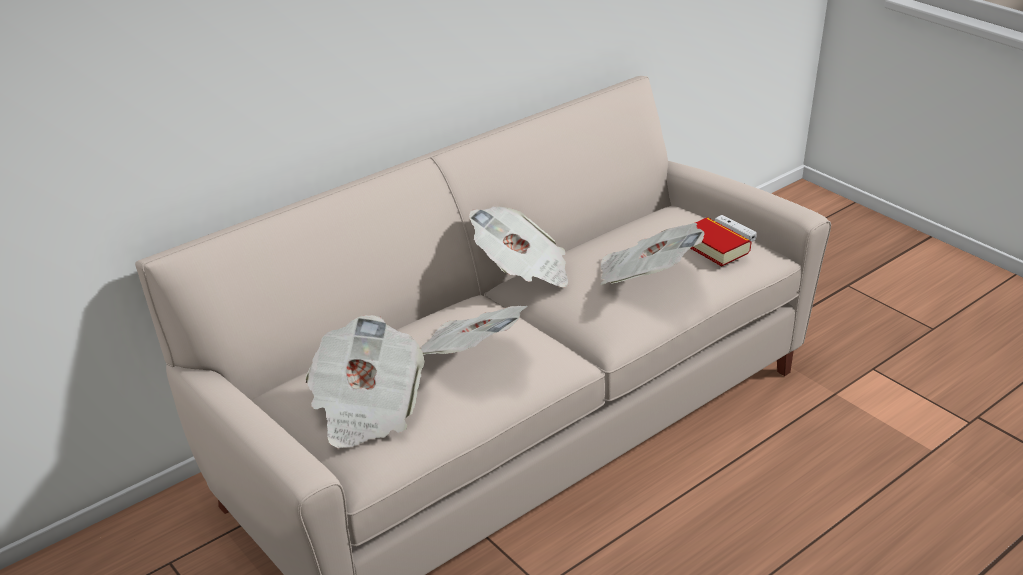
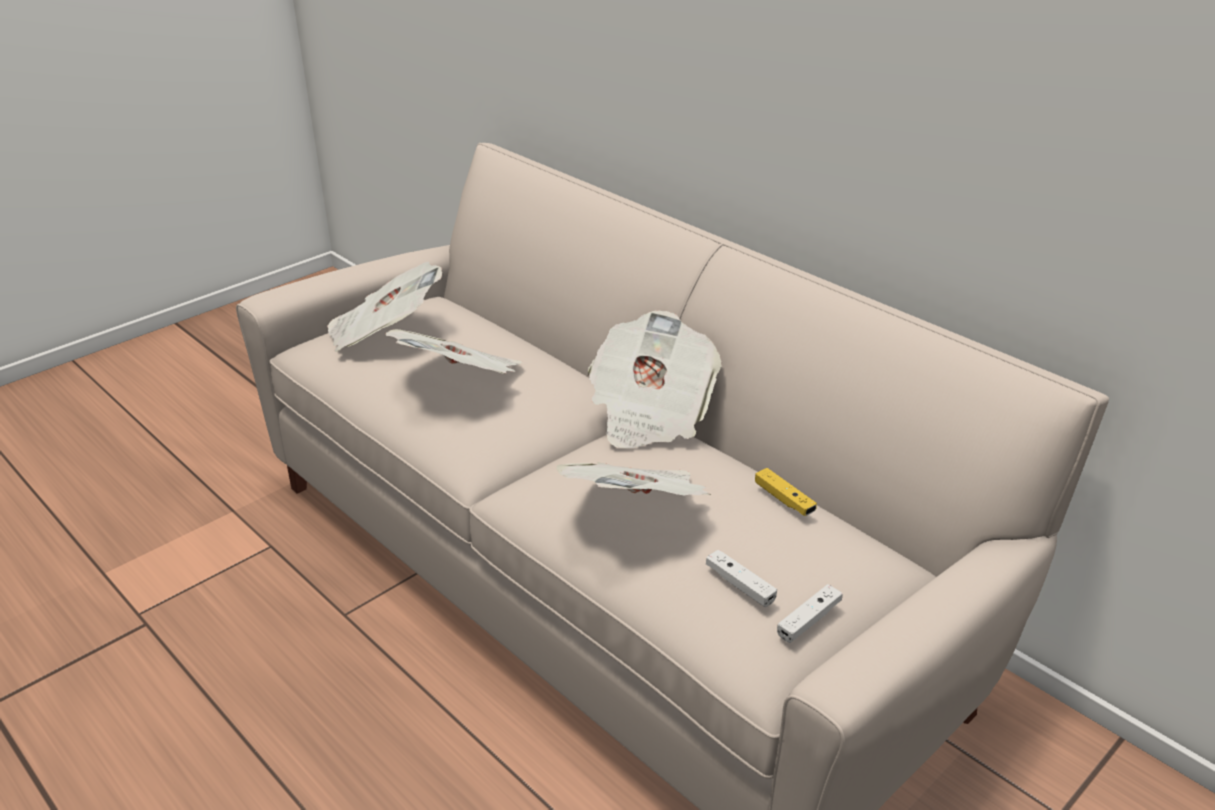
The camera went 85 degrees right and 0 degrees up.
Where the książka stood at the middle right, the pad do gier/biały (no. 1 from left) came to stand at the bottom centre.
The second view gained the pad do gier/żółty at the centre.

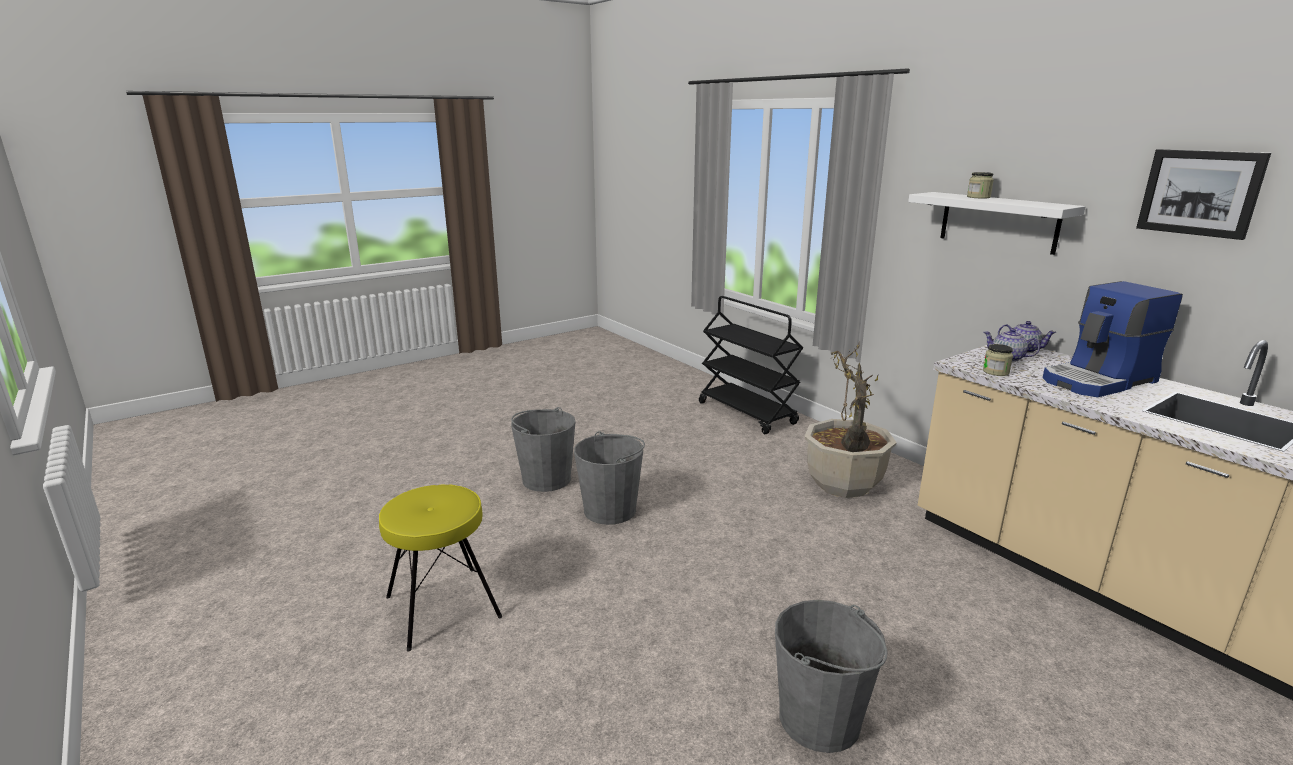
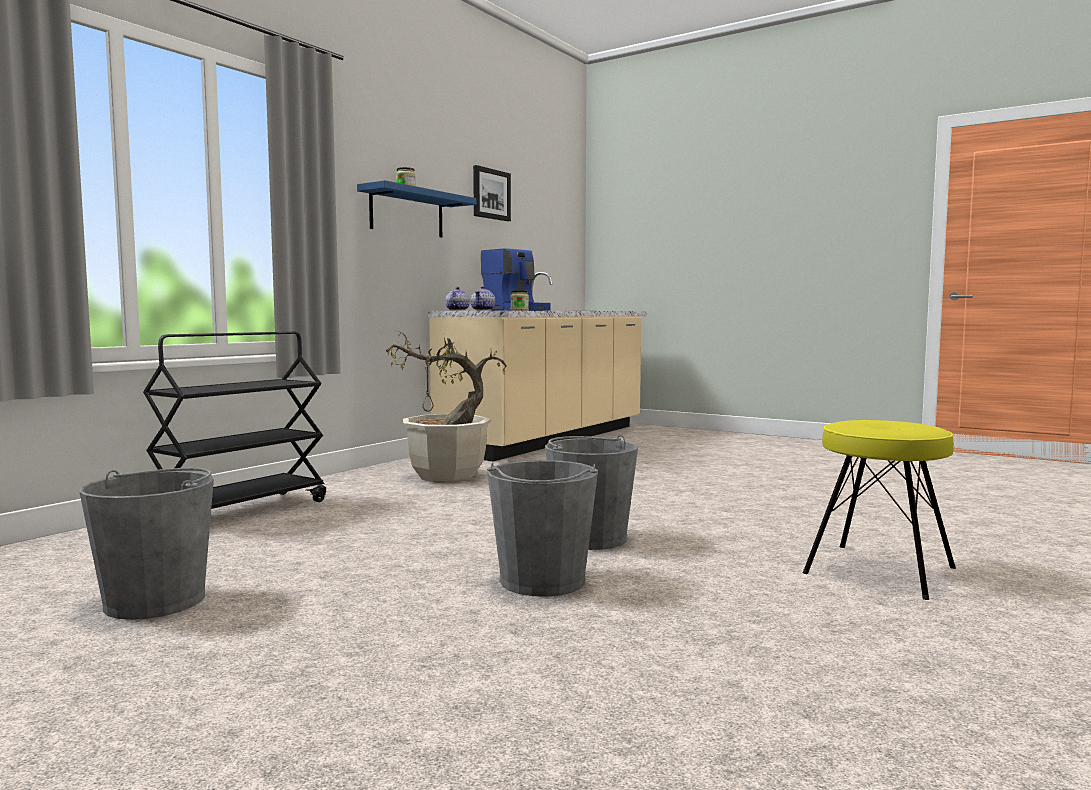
The camera went 110 degrees left and 15 degrees down.
What was the półka/biały at the top right turned into the półka/niebieski at the top centre.
The wiadro/szary (no. 3 from left in the first image) ended up elsewhere, having gone from the bottom centre to the bottom left.

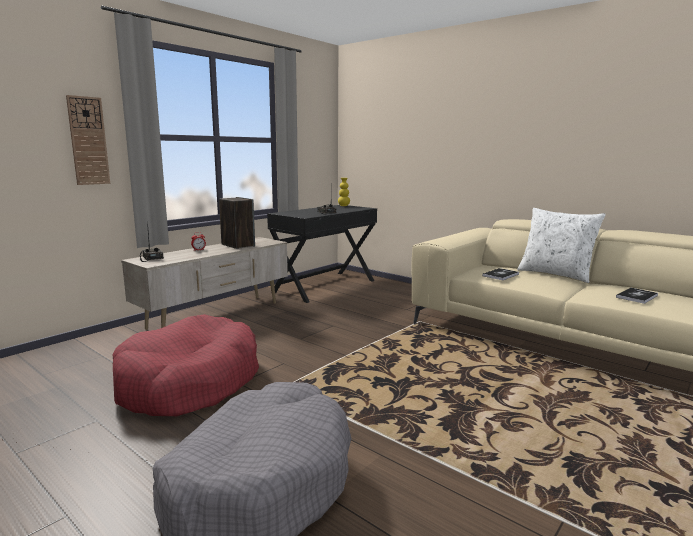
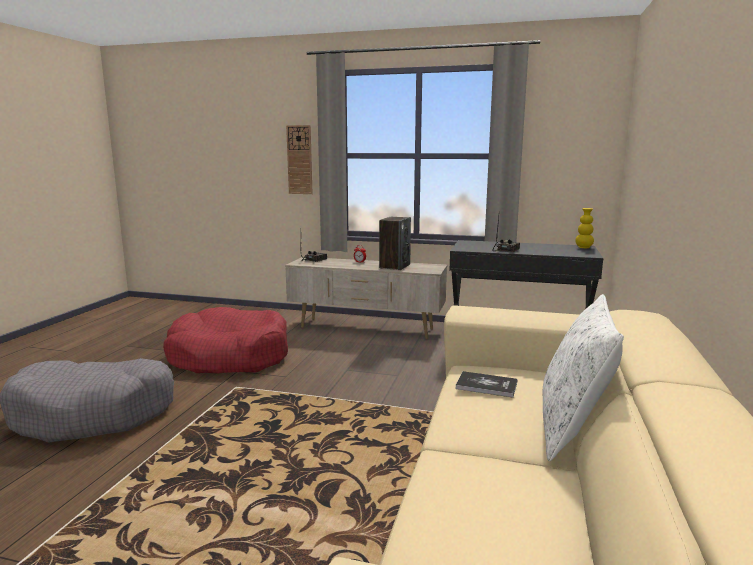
The camera went 65 degrees right and 0 degrees up.
The second view lost the książka (no. 2 from left) at the middle right.

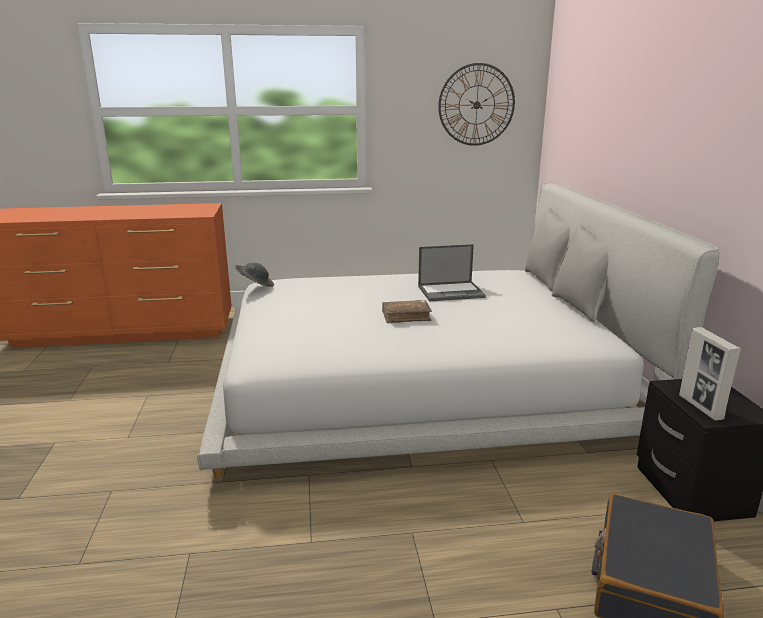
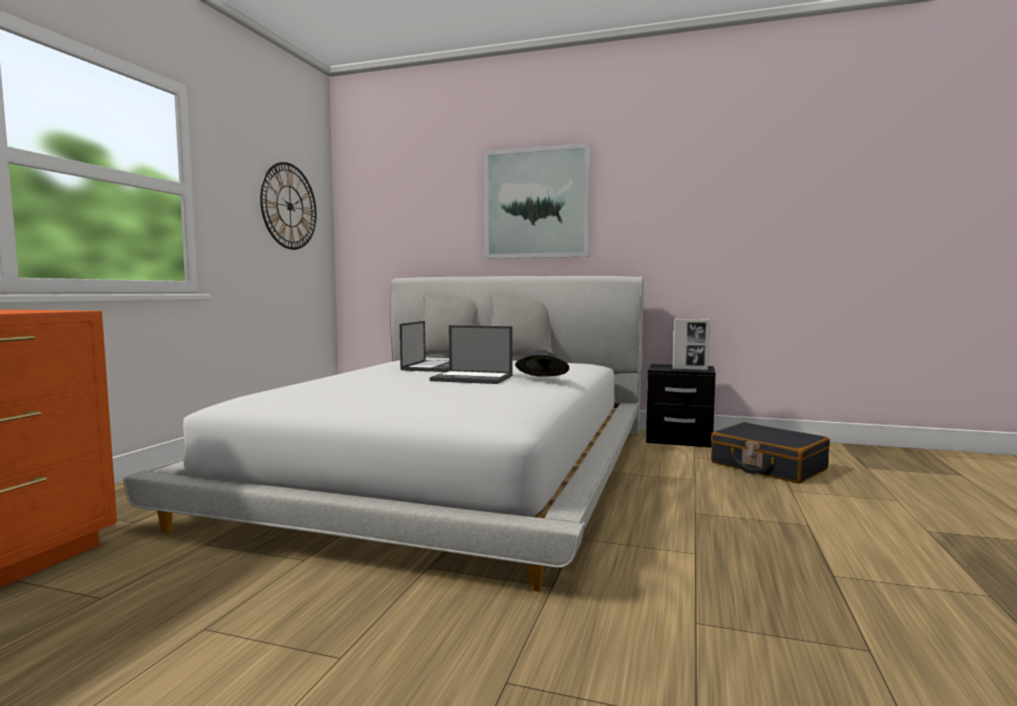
The camera went 65 degrees left and 15 degrees down.
The kapelusz/szary ended up elsewhere, having gone from the middle left to the centre.
Where the książka/brązowy stood at the centre, the laptop (no. 2 from left) came to stand at the centre.
The second view gained the obraz at the top centre.

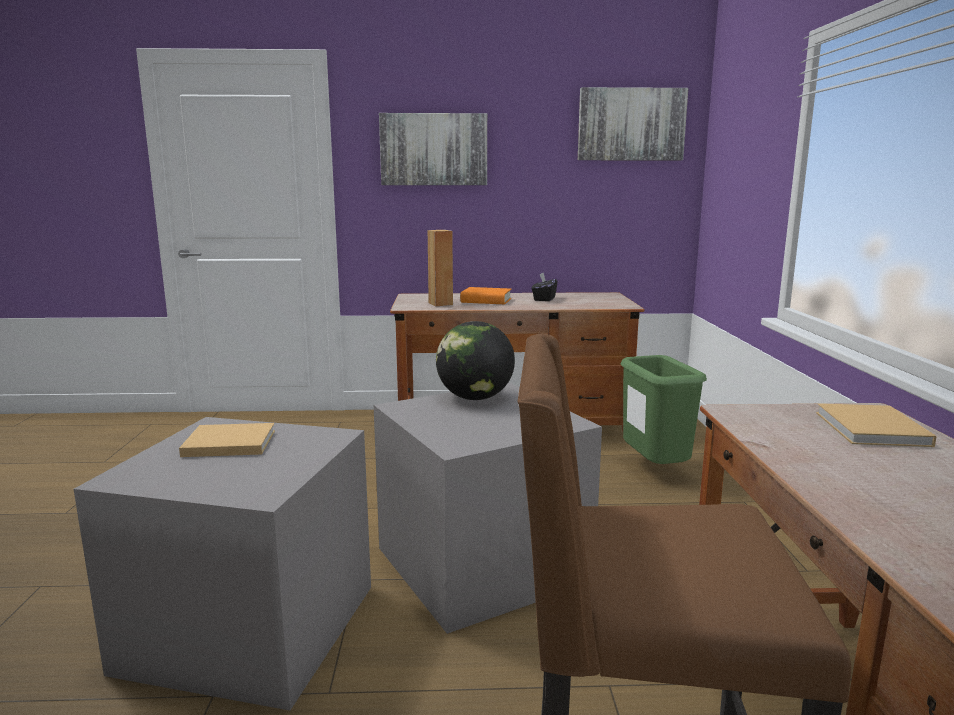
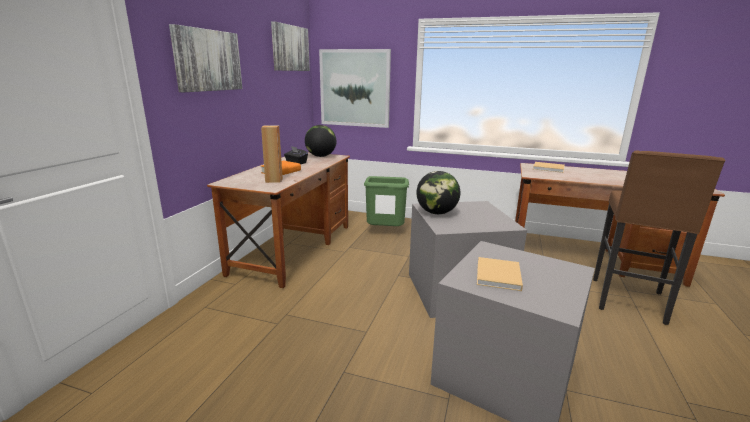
The camera went 70 degrees left and 5 degrees up.
The second view gained the obraz (no. 3 from left) at the top centre.
The second view gained the globus (no. 1 from left) at the centre.

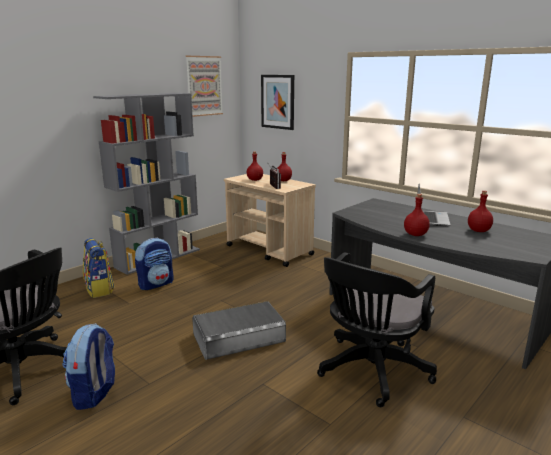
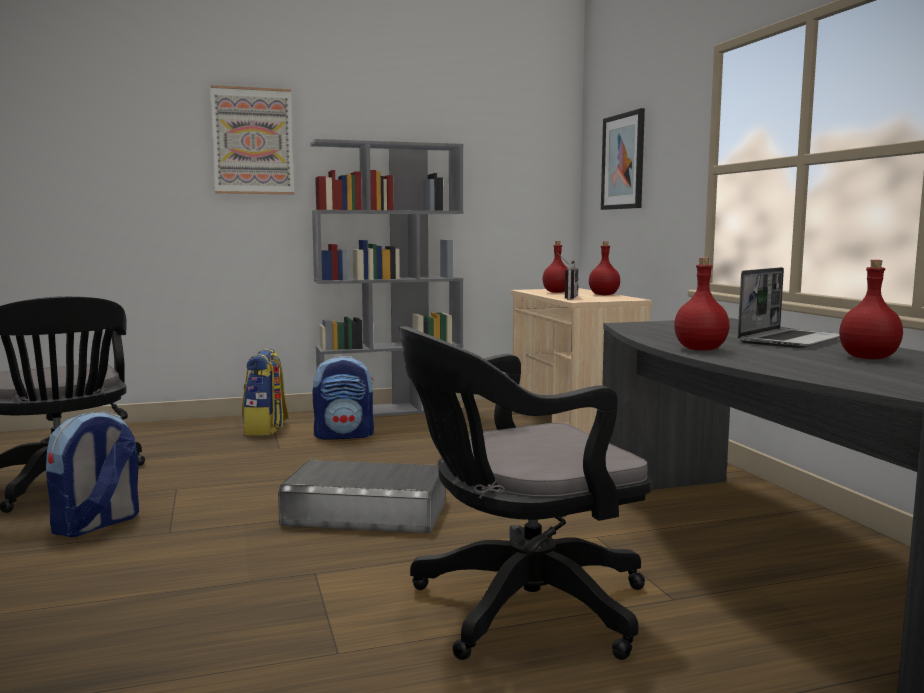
The camera went 30 degrees right and 10 degrees down.
The obraz (no. 1 from left) ended up elsewhere, having gone from the top centre to the top left.

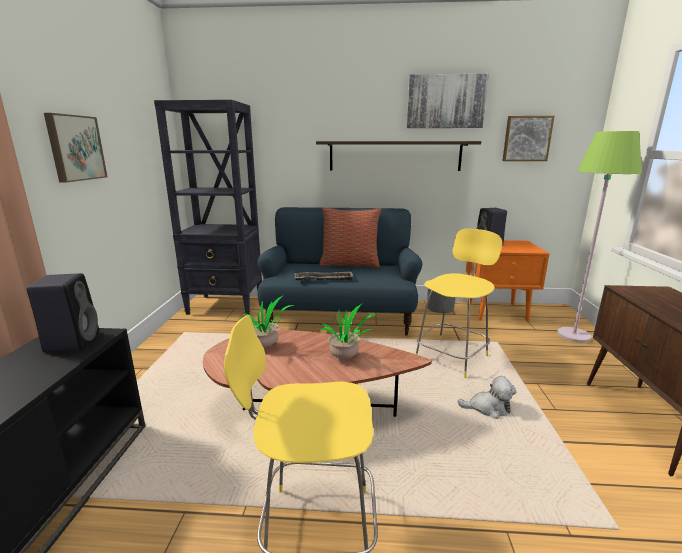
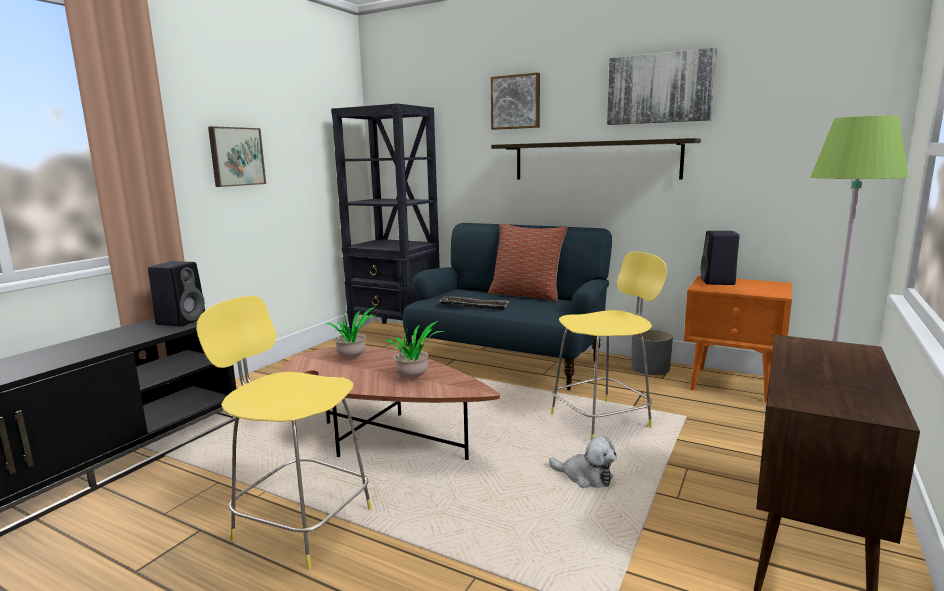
The camera went 25 degrees right and 5 degrees down.
The obraz (no. 3 from left in the first image) ended up elsewhere, having gone from the top right to the top centre.

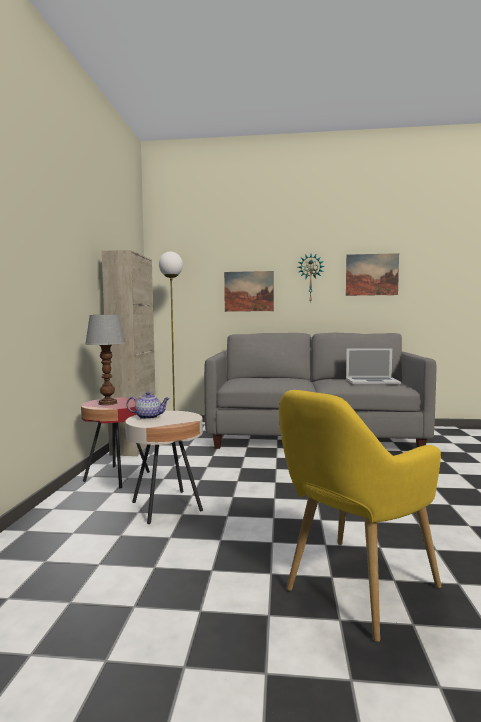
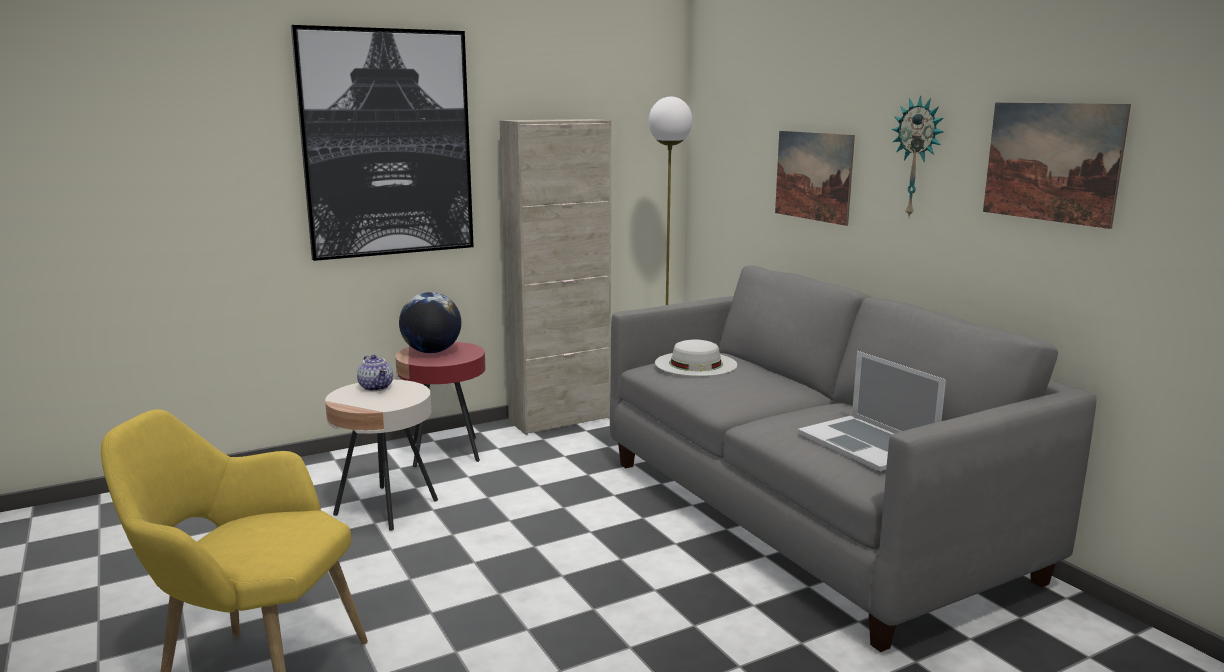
The camera went 55 degrees right and 10 degrees up.
Where the lampa stołowa stood at the middle left, the globus came to stand at the centre.
The second view gained the obraz (no. 1 from left) at the top left.
The second view gained the kapelusz/biały at the centre.

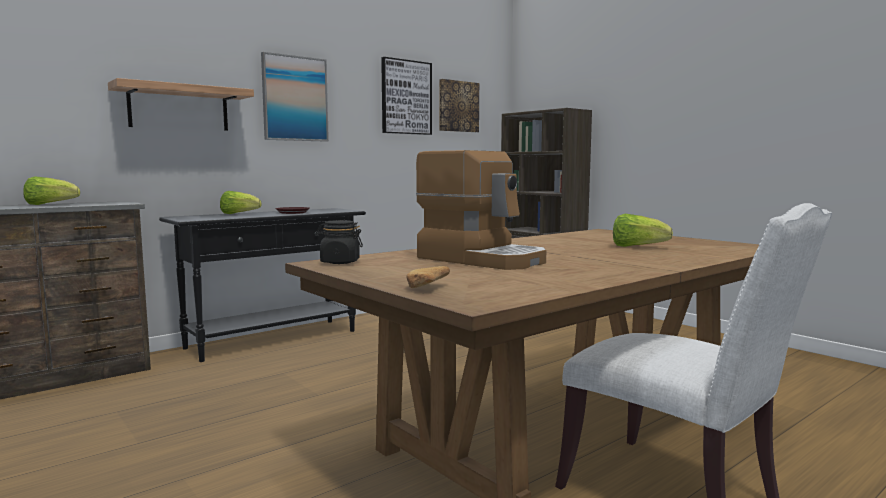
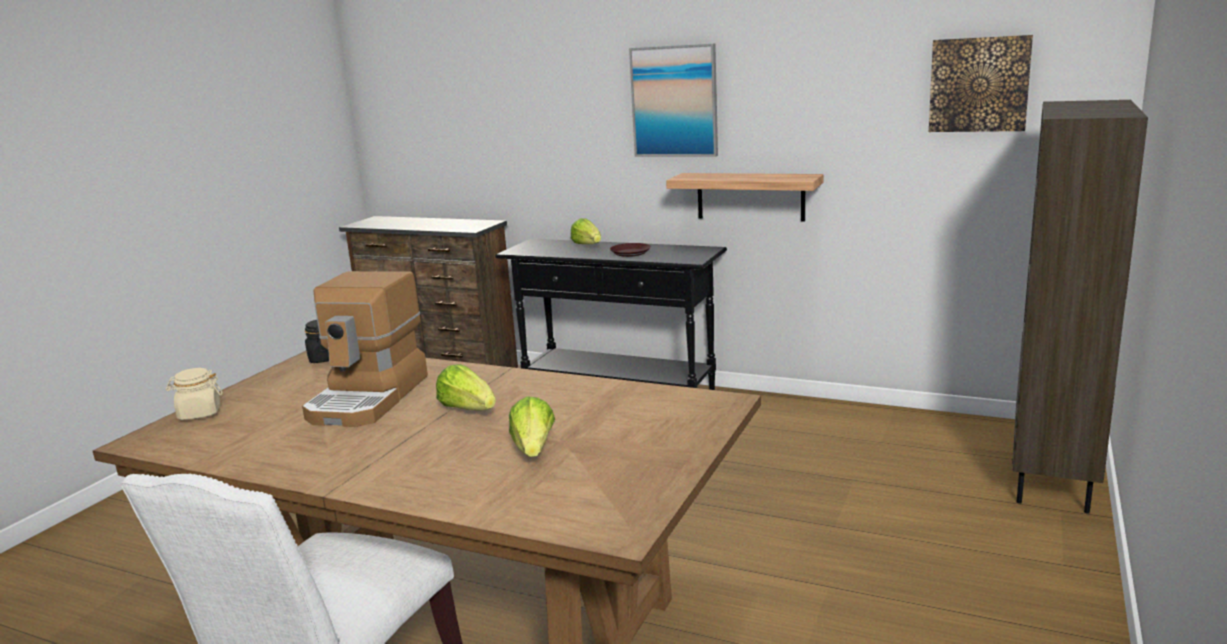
The camera went 65 degrees right and 10 degrees up.
The second view lost the obraz (no. 2 from left) at the top centre.
The półka ended up elsewhere, having gone from the top left to the top centre.
The sałata (no. 1 from left) ended up elsewhere, having gone from the middle left to the centre.
Where the chleb stood at the centre, the słoik/beżowy came to stand at the middle left.

